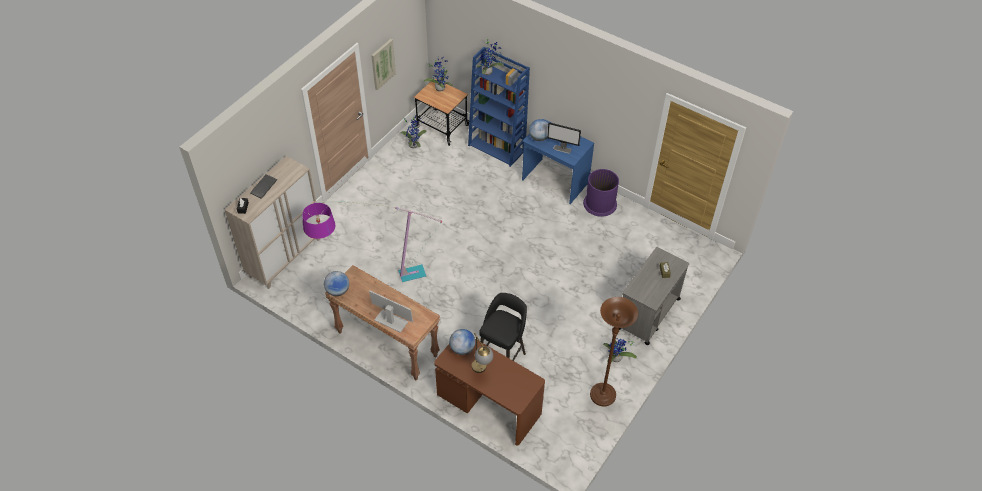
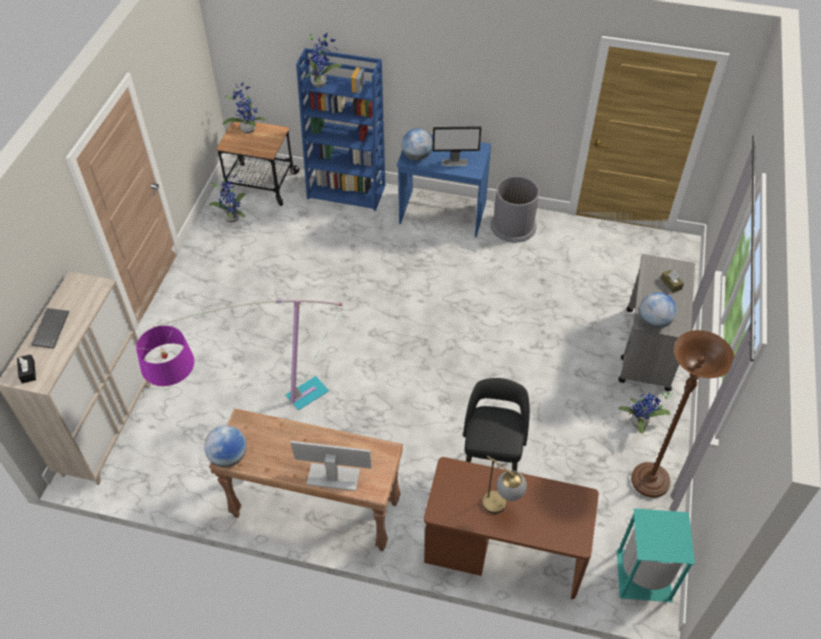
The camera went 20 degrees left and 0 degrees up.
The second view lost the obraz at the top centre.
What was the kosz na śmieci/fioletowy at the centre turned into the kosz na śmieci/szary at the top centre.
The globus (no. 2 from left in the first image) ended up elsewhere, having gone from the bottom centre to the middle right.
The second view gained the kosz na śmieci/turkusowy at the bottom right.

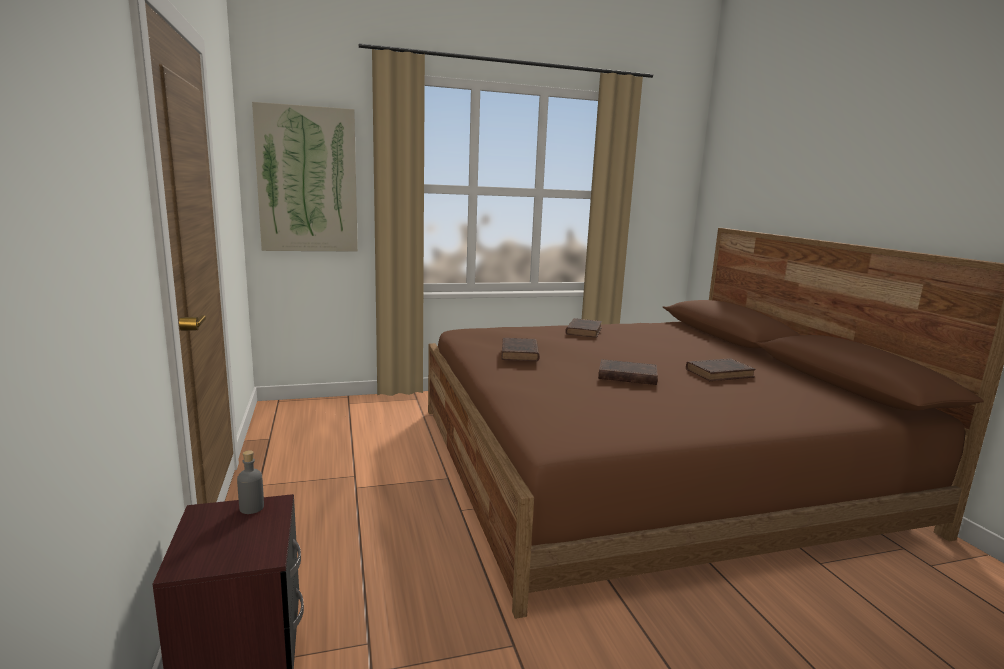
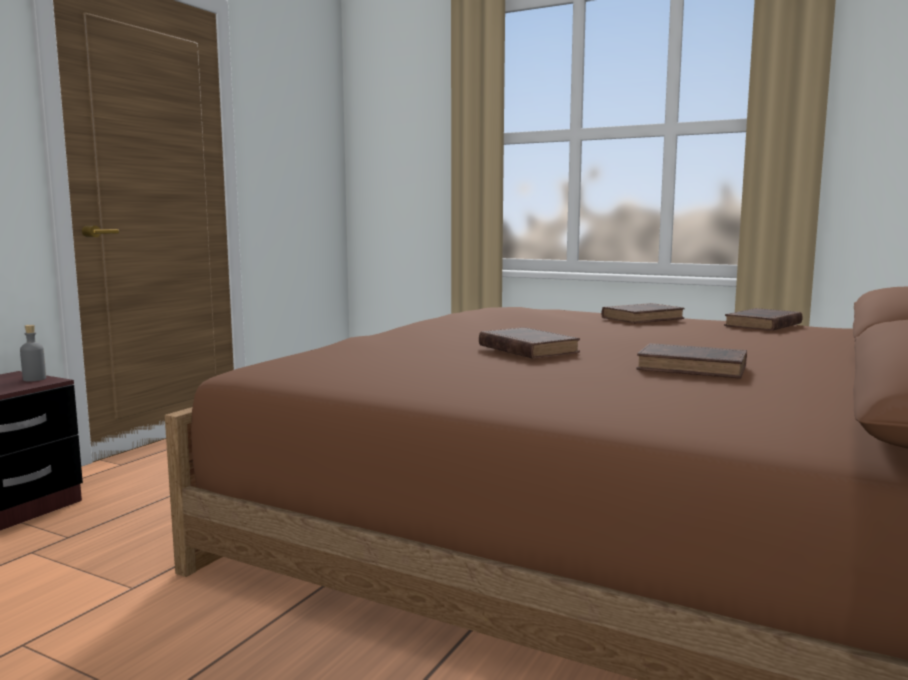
The camera went 45 degrees right and 5 degrees down.
The second view lost the obraz at the top left.
The książka/brązowy (no. 1 from left in the first image) ended up elsewhere, having gone from the centre to the middle right.

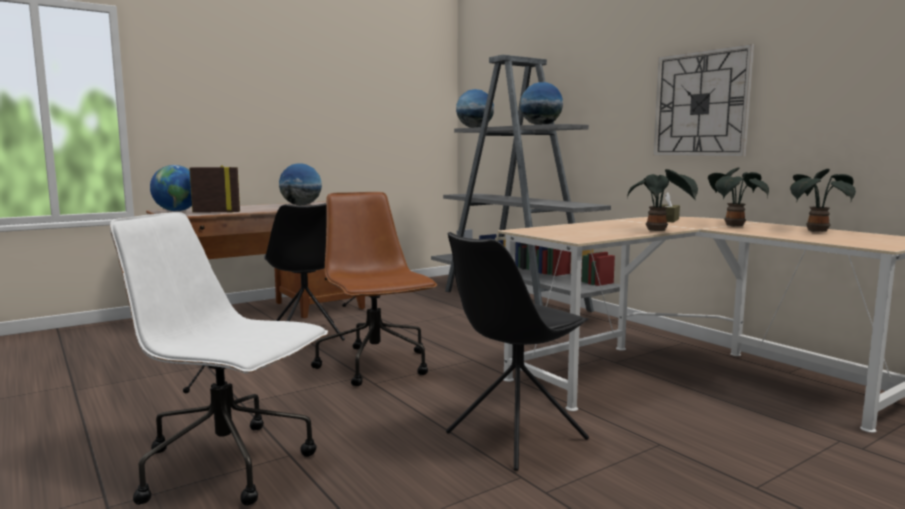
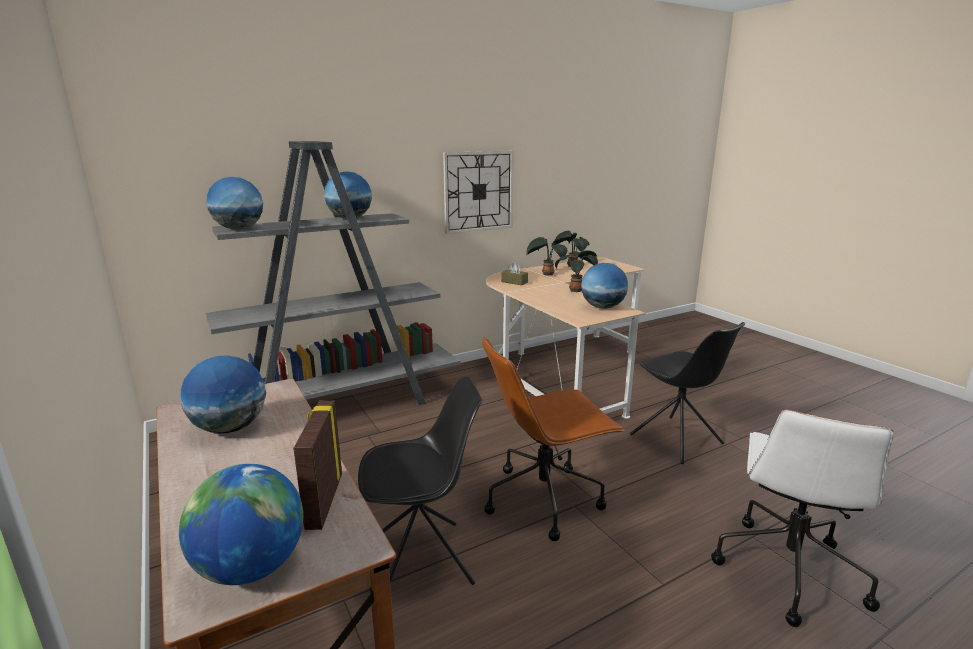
The camera went 85 degrees left and 10 degrees up.
The second view gained the globus (no. 5 from left) at the centre.

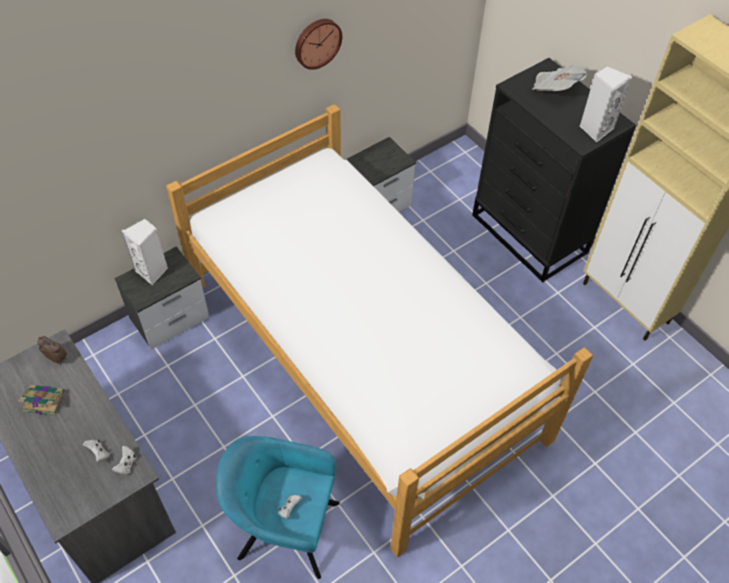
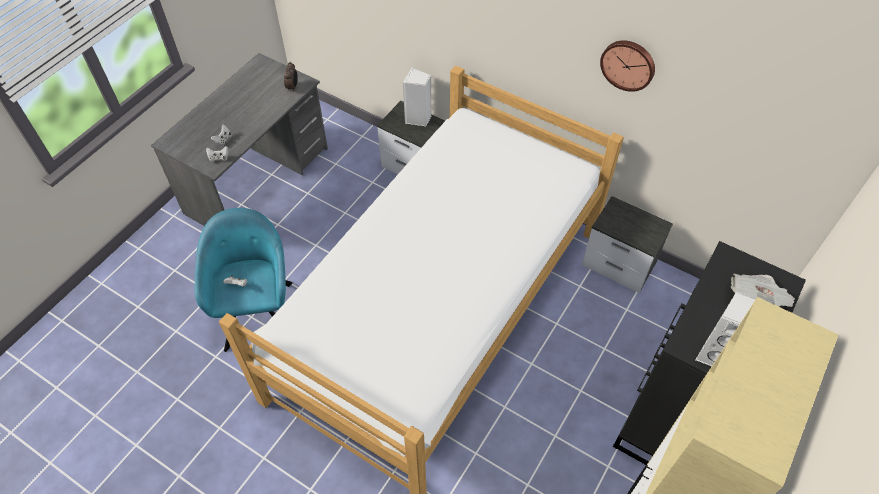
The camera went 70 degrees right and 0 degrees up.
The second view lost the książka at the bottom left.

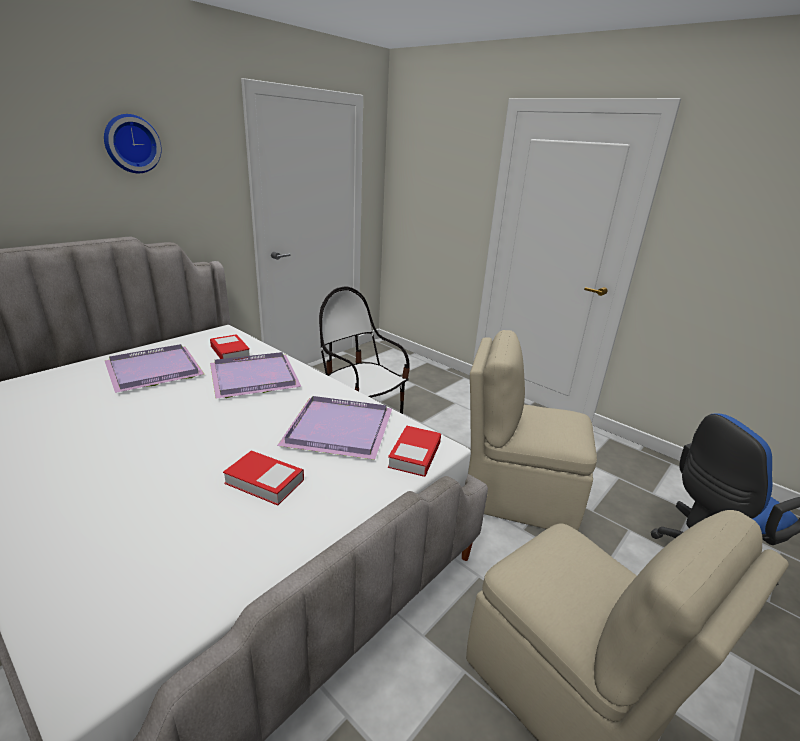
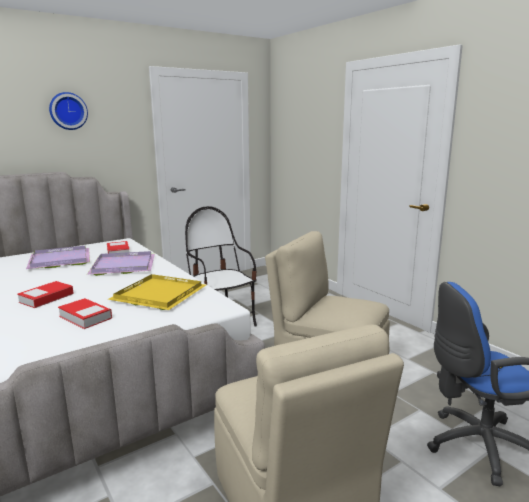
The camera went 15 degrees right and 10 degrees down.
What was the taca/fioletowy (no. 3 from left) at the centre turned into the taca/żółty at the middle left.
The książka (no. 3 from left in the first image) ended up elsewhere, having gone from the centre to the middle left.

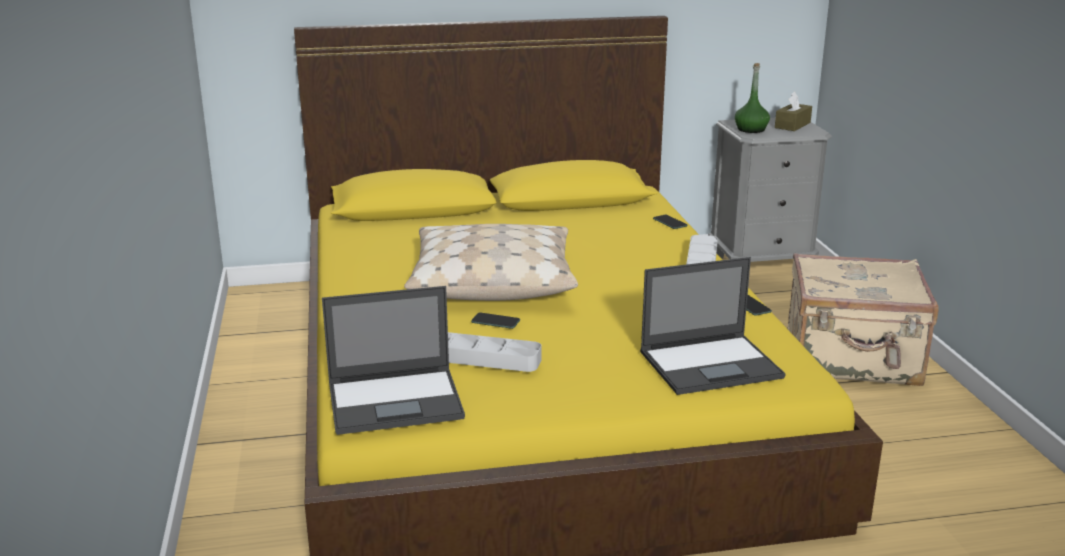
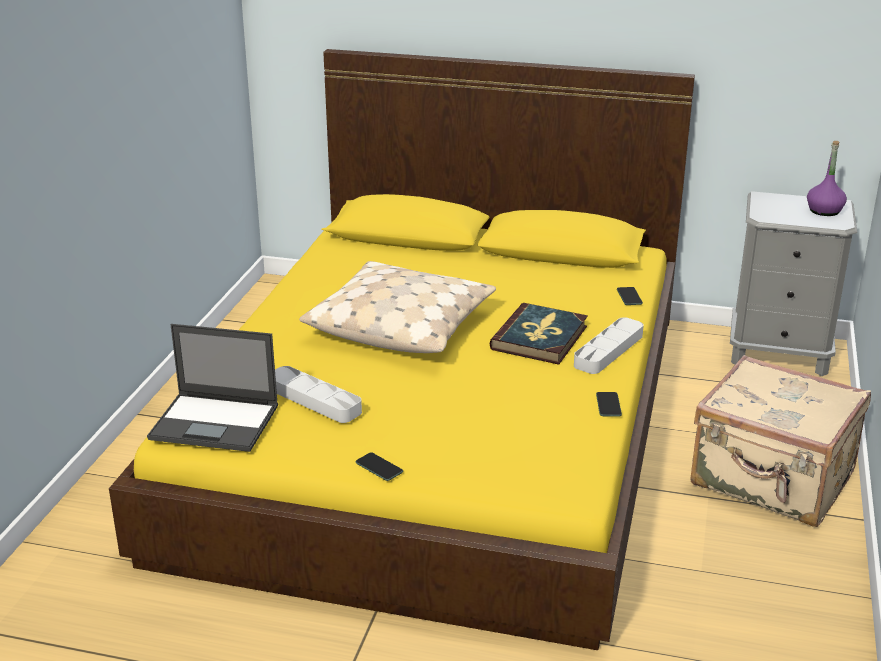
The camera went 25 degrees right and 5 degrees up.
The second view lost the butelka/zielony at the top right.
Where the pudełko chusteczek/brązowy stood at the top right, the butelka/fioletowy came to stand at the top right.
The second view lost the laptop (no. 2 from left) at the middle right.
The telefon (no. 1 from left) ended up elsewhere, having gone from the centre to the bottom centre.
The second view gained the książka at the centre.

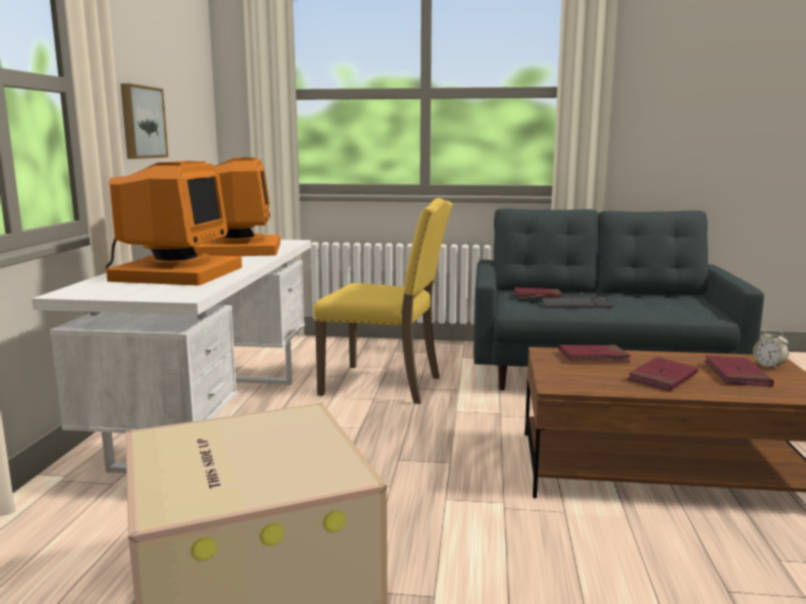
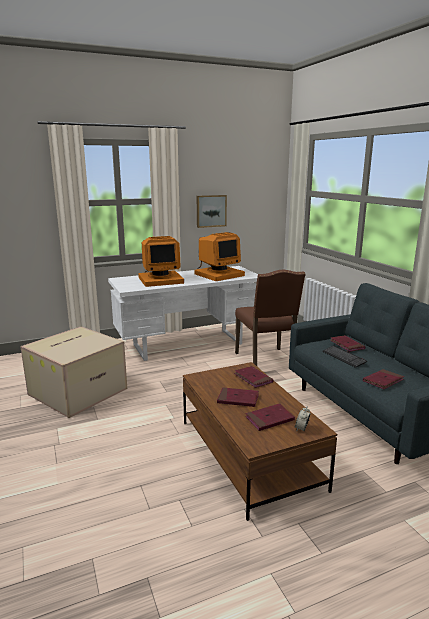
The camera went 60 degrees right and 5 degrees up.
What was the krzesło/żółty at the centre turned into the krzesło/brązowy at the centre.
The second view gained the książka/czerwony (no. 5 from left) at the middle right.

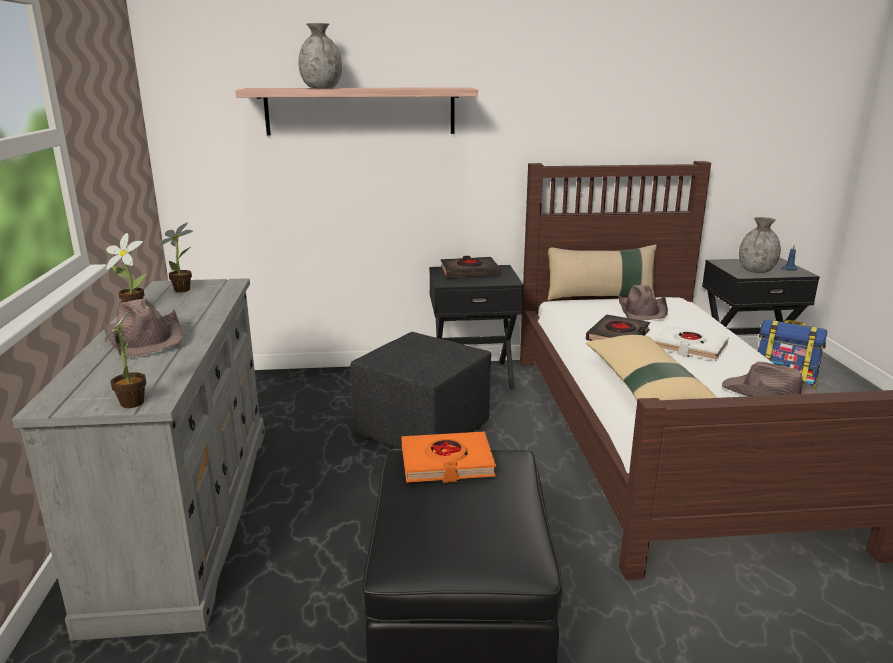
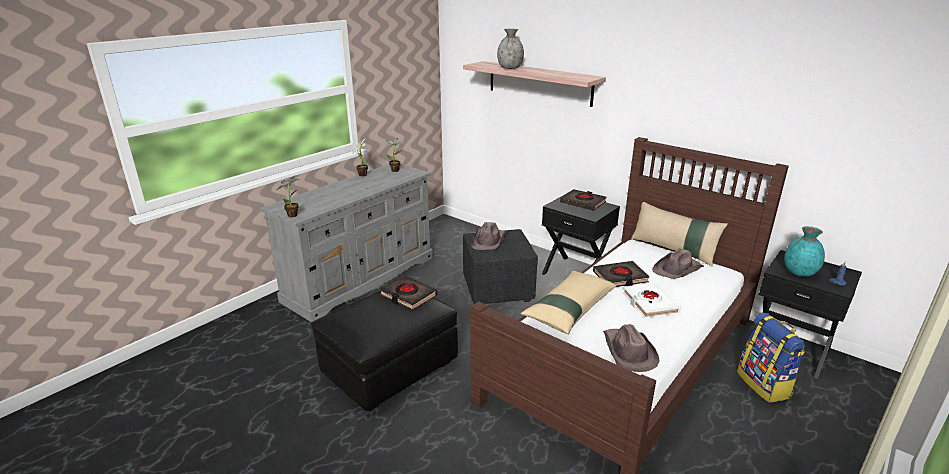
The camera went 45 degrees right and 5 degrees up.
What was the wazon/szary (no. 2 from left) at the middle right turned into the wazon/turkusowy at the middle right.
The kapelusz/brązowy (no. 1 from left) ended up elsewhere, having gone from the middle left to the centre.
What was the książka/pomarańczowy at the bottom centre turned into the książka/czarny (no. 1 from left) at the centre.

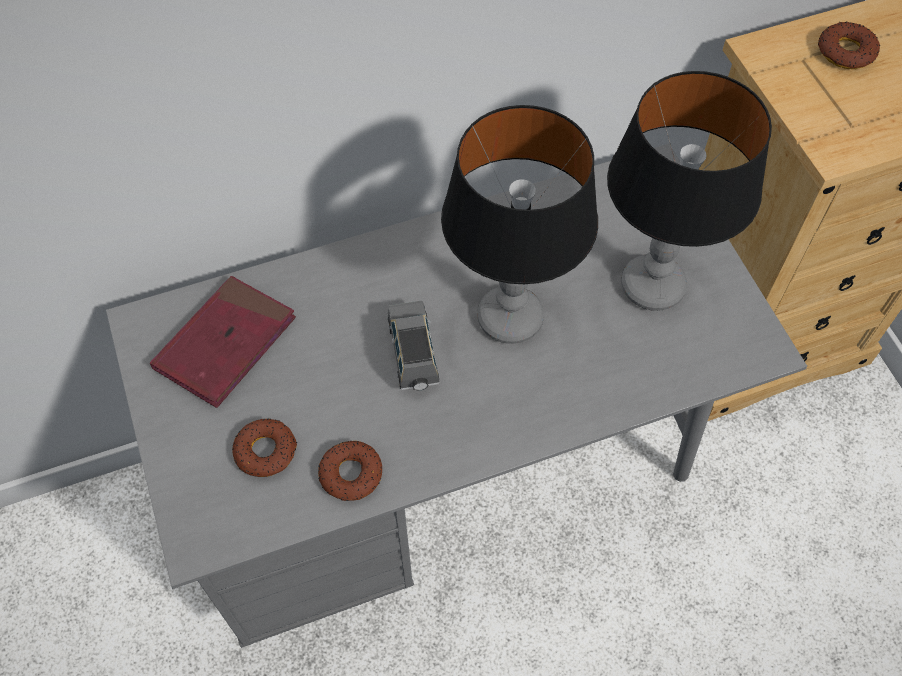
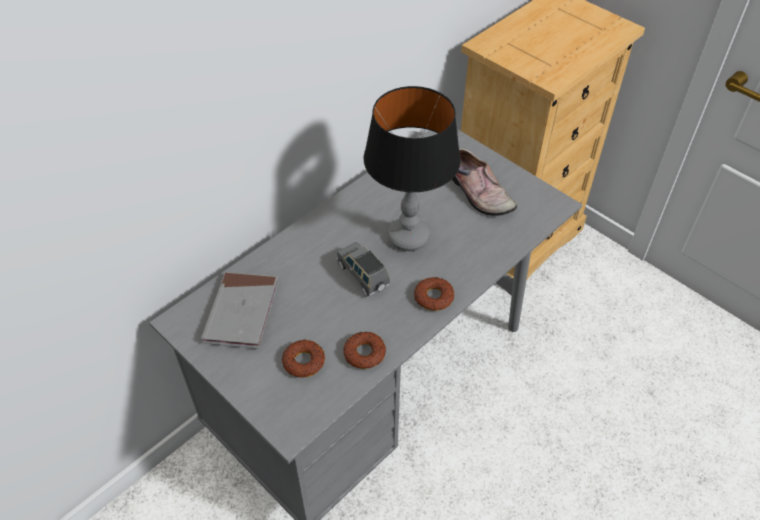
The camera went 25 degrees left and 10 degrees down.
The donut (no. 3 from left) ended up elsewhere, having gone from the top right to the centre.
Where the lampa stołowa (no. 2 from left) stood at the top right, the but came to stand at the centre.
What was the książka/czerwony at the middle left turned into the książka/szary at the middle left.

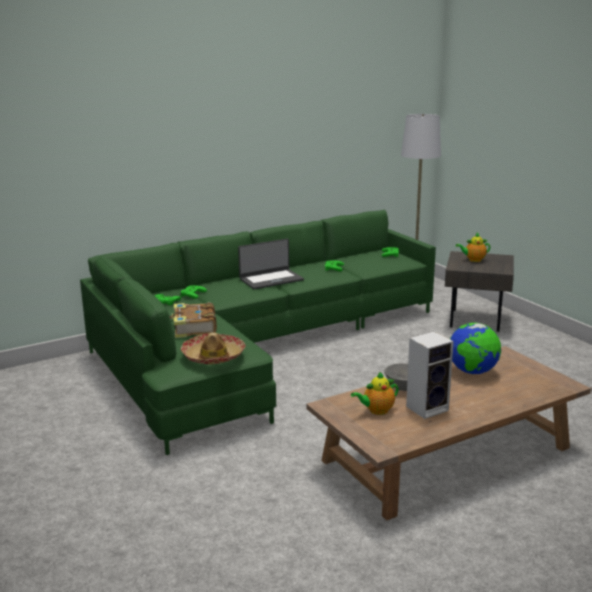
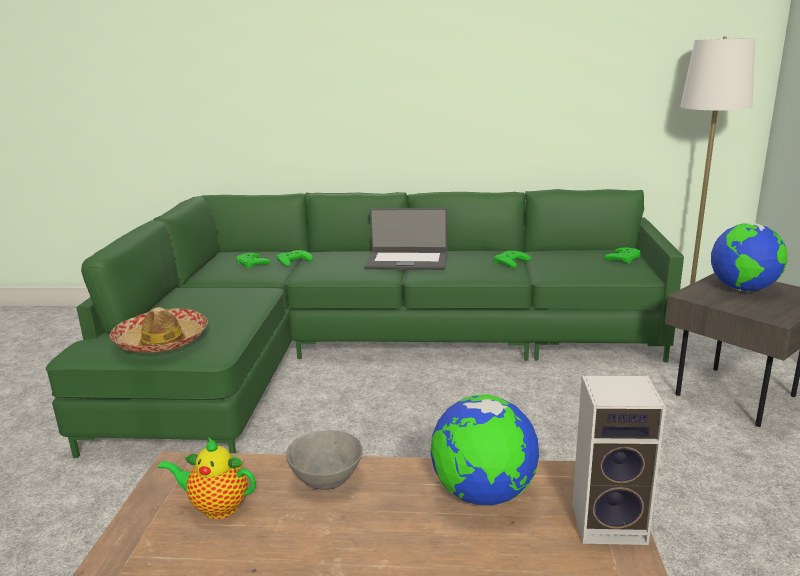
The camera went 35 degrees right and 0 degrees up.
Where the imbryk (no. 2 from left) stood at the middle right, the globus (no. 2 from left) came to stand at the middle right.
The second view lost the książka at the middle left.
The głośnik ended up elsewhere, having gone from the middle right to the bottom right.

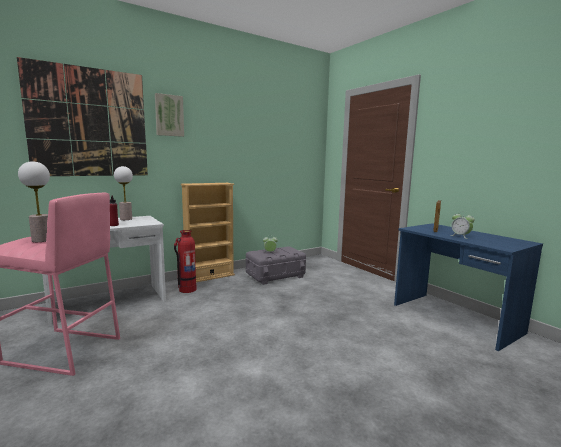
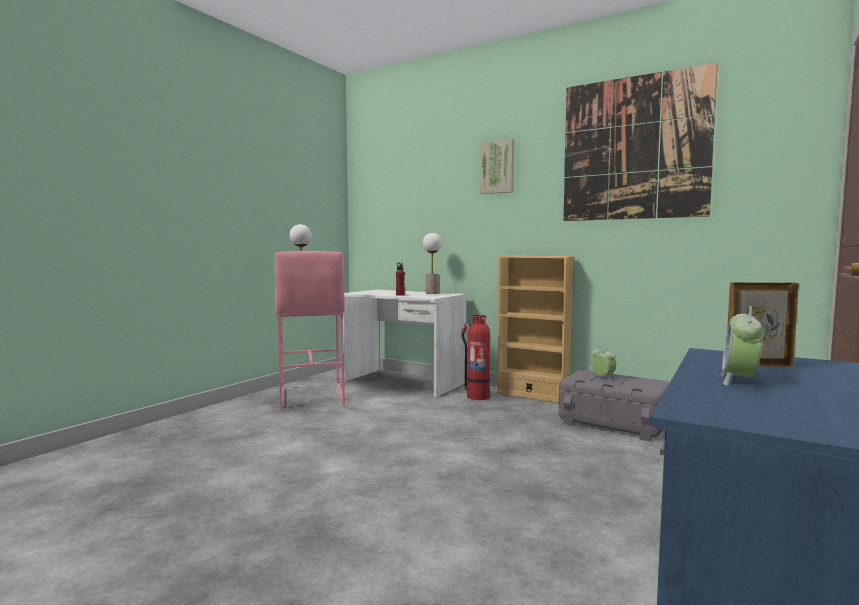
The camera went 65 degrees right and 5 degrees down.
The obraz (no. 1 from left in the first image) ended up elsewhere, having gone from the top left to the top right.

